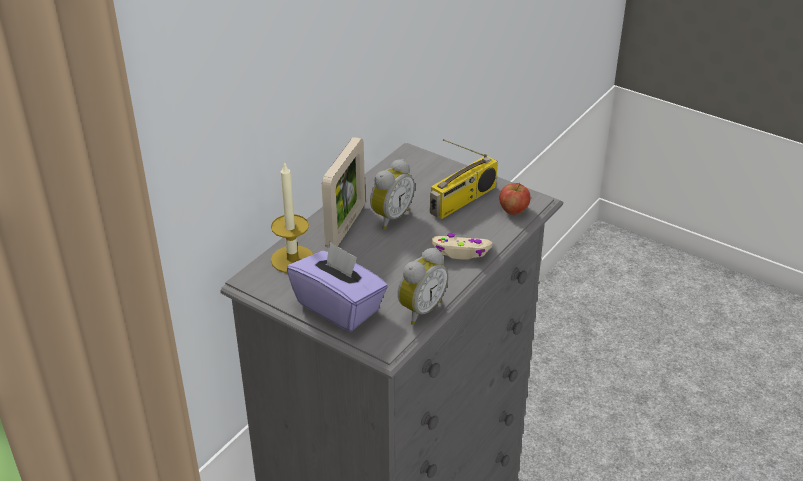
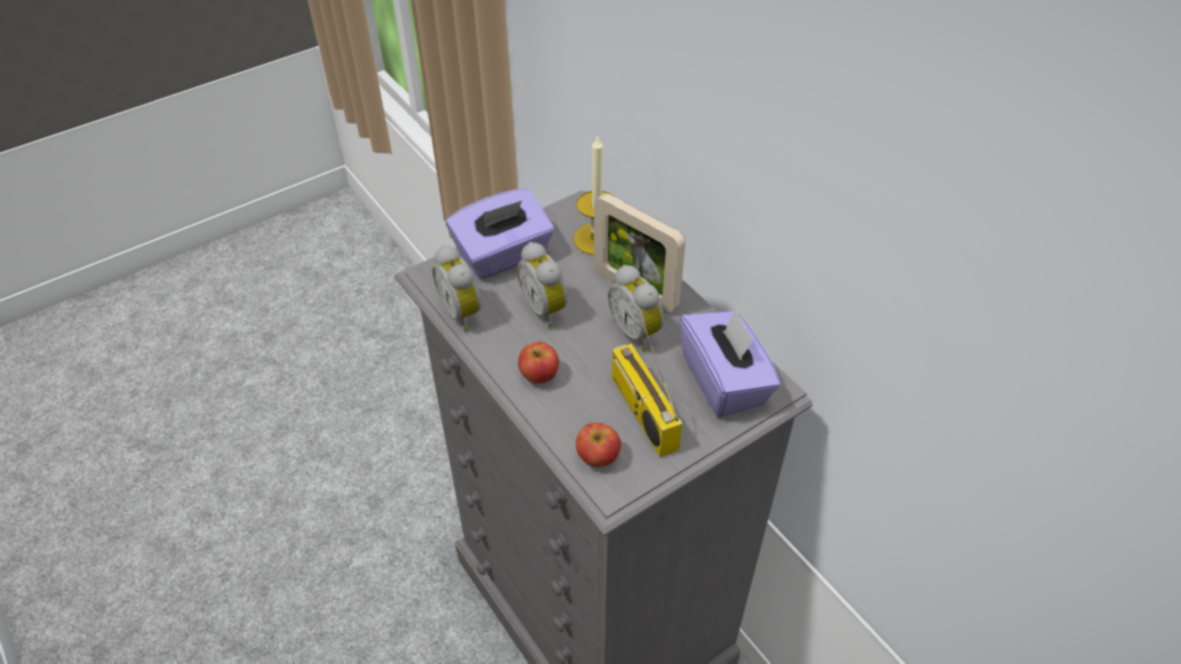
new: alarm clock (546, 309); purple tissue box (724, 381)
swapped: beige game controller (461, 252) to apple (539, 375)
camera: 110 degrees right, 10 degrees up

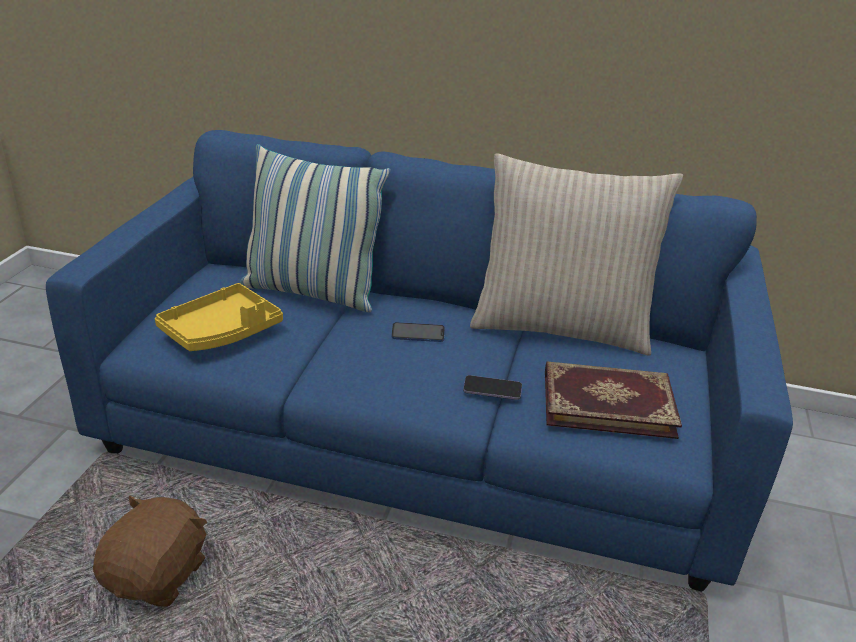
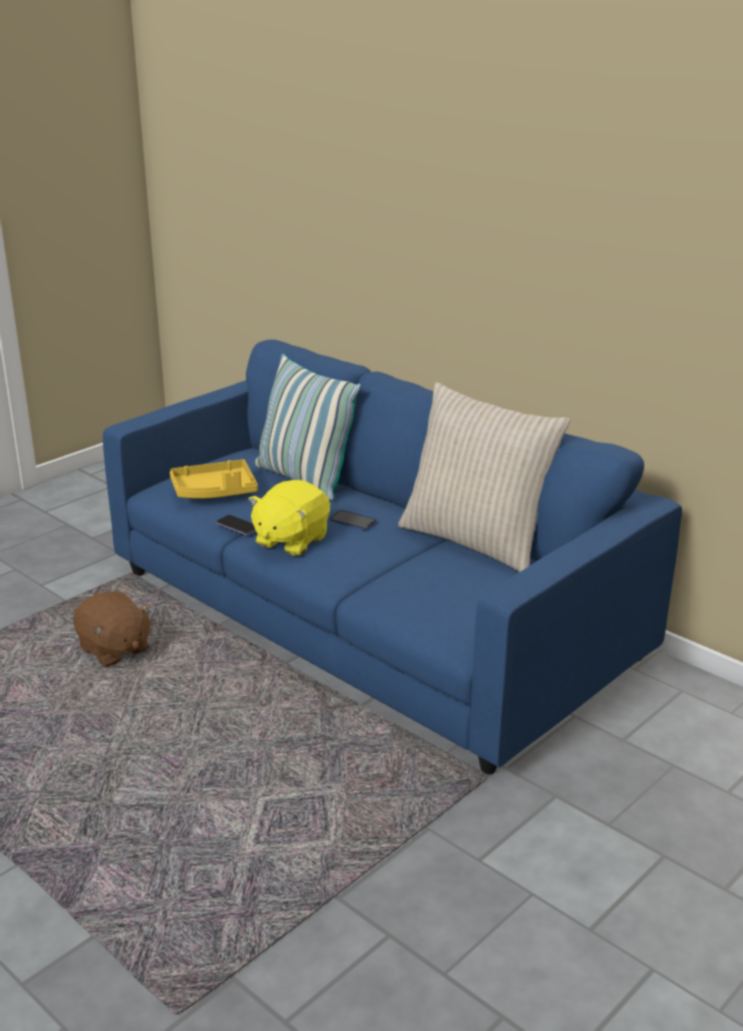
gone: book (607, 402)
new: yellow plush toy (290, 541)
shifted: phone (492, 389) to (238, 526)
rotated: brown plush toy (158, 575) = (114, 650) 90 degrees clockwise
camera: 30 degrees right, 5 degrees down

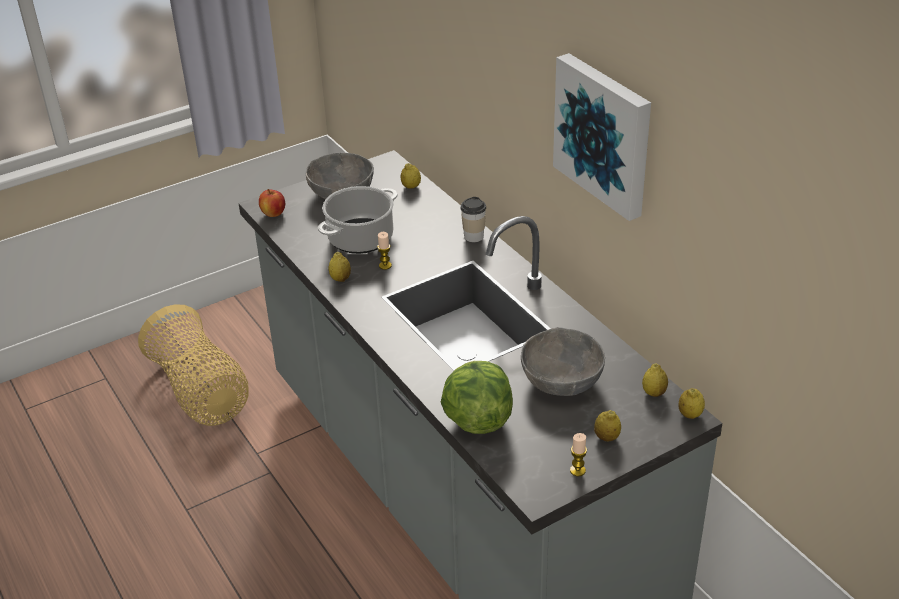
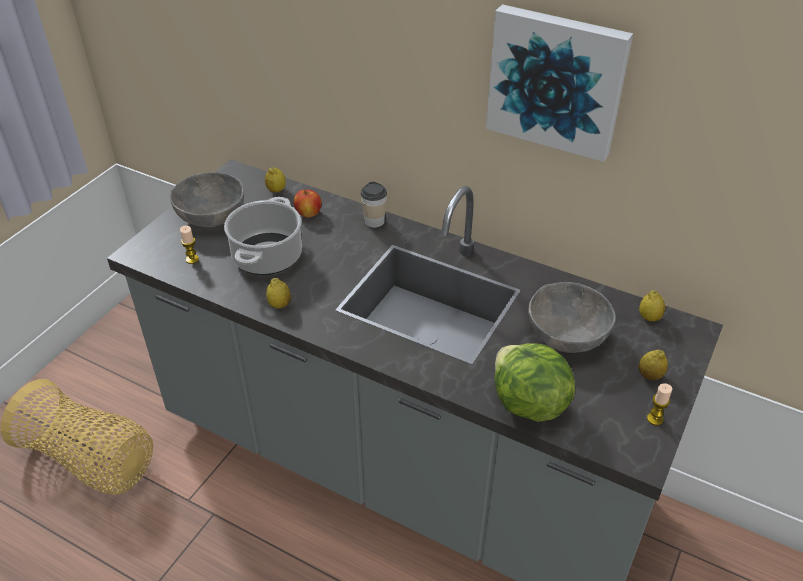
gone: lemon (690, 414)
shifted: candle (385, 265) to (192, 259); apple (273, 213) to (308, 213)
camera: 30 degrees left, 5 degrees up

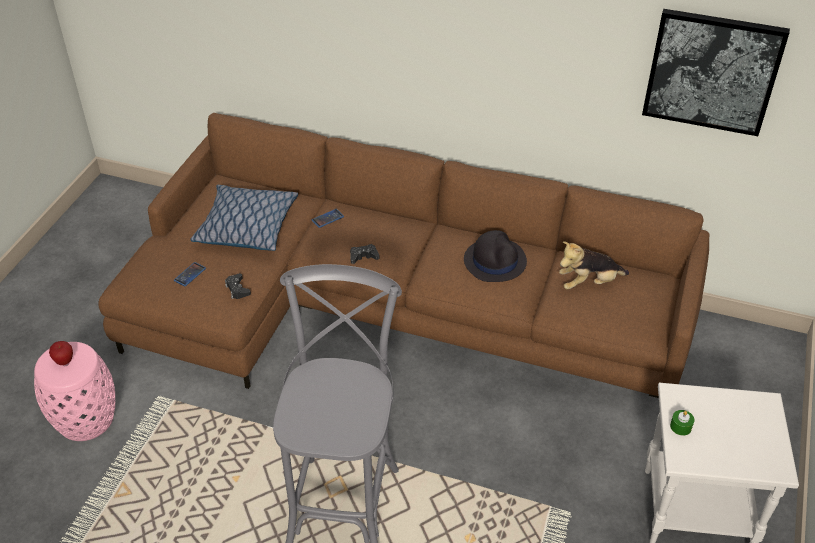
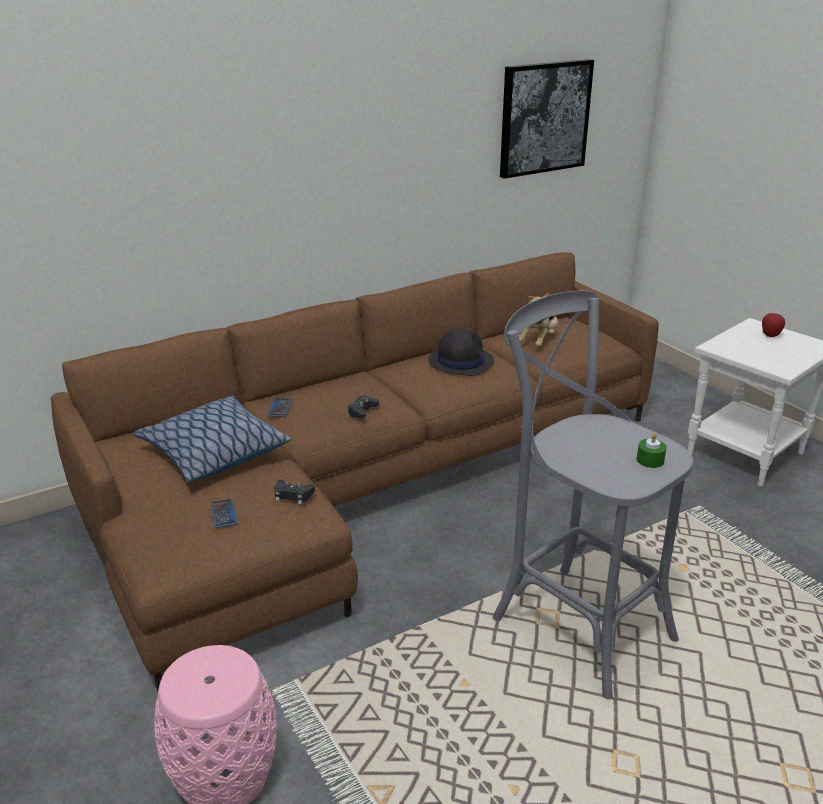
shifted: green candle (680, 427) to (650, 460); apple (64, 361) to (770, 335)
camera: 50 degrees left, 15 degrees down

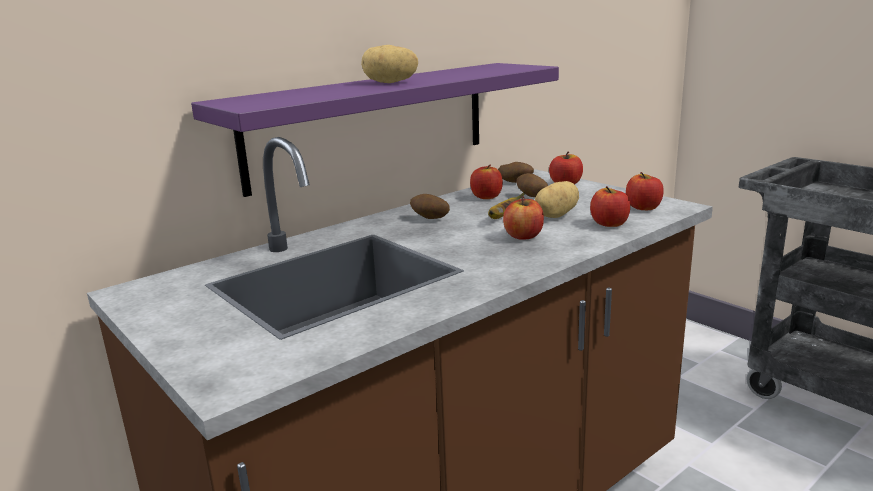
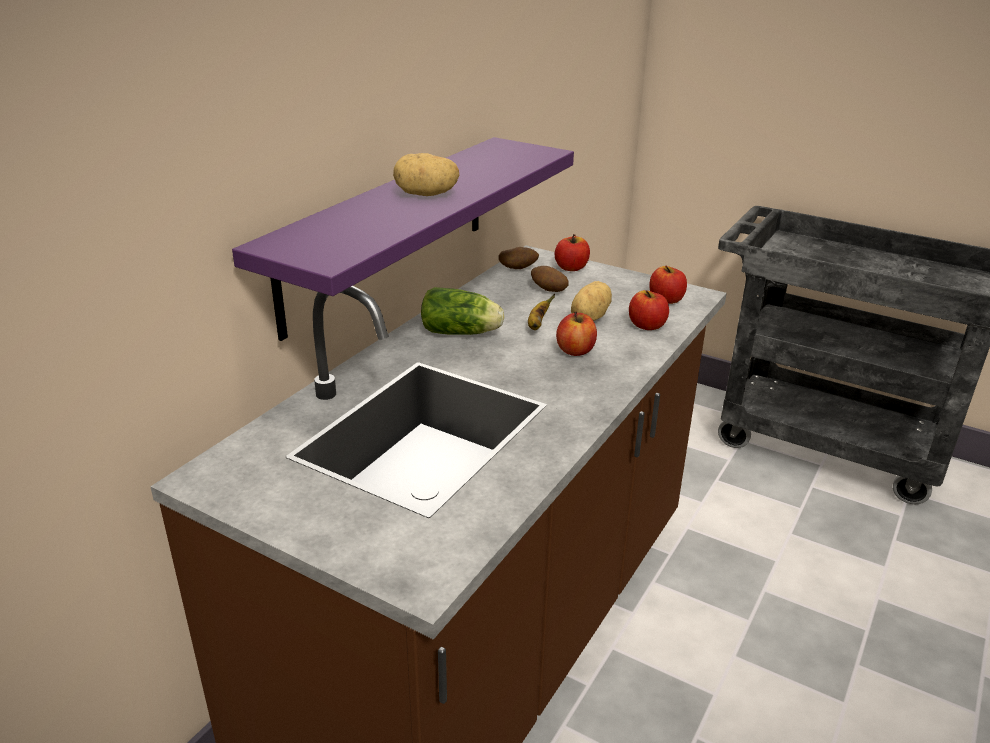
gone: apple (486, 197)
swapped: potato (430, 218) to lettuce (463, 332)
camera: 20 degrees left, 10 degrees up

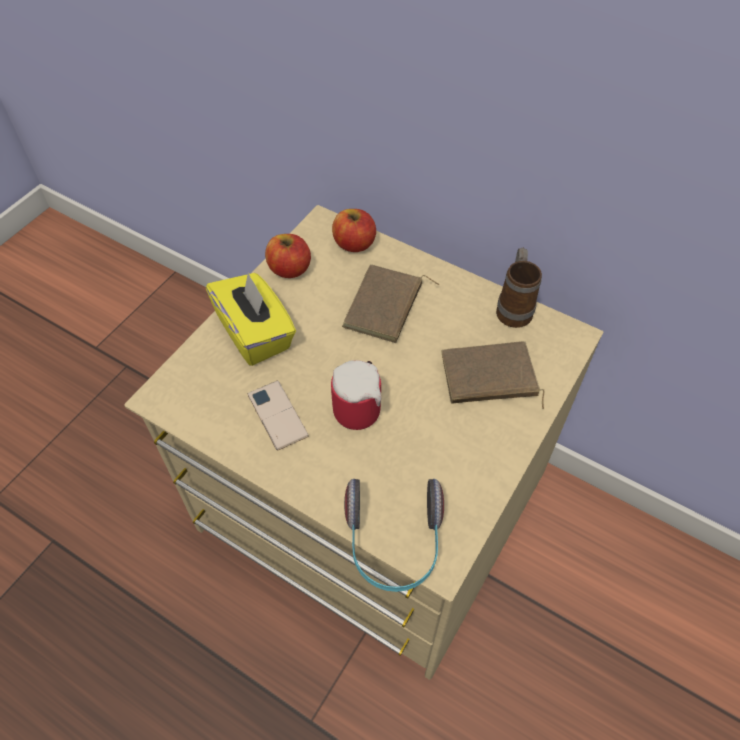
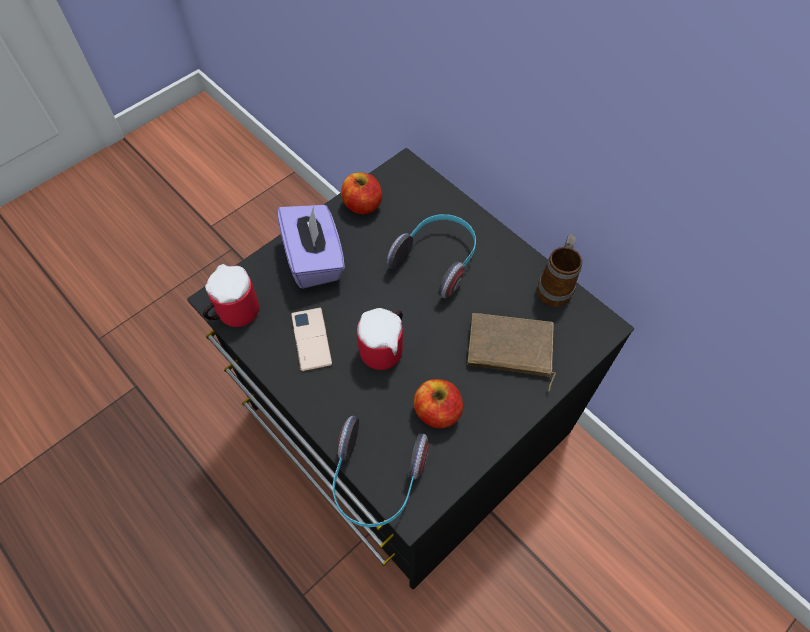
new: mug (232, 312)
shifted: apple (354, 244) to (437, 411)
swapped: brown book (386, 307) to headphones (437, 260)
repainted: beige dresser (371, 504) to black dresser (406, 422); yellow tissue box (255, 334) to purple tissue box (315, 259)
camera: 15 degrees right, 5 degrees up

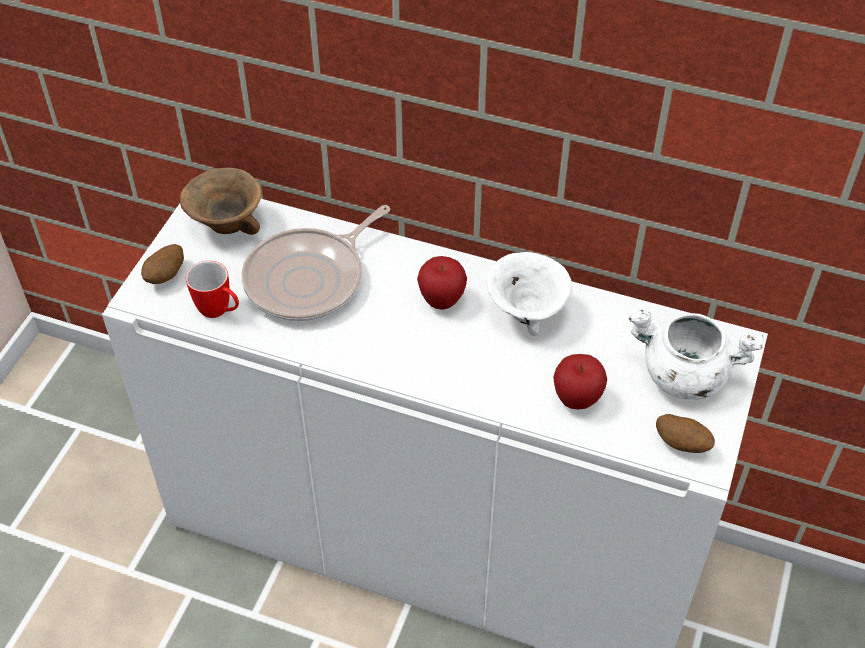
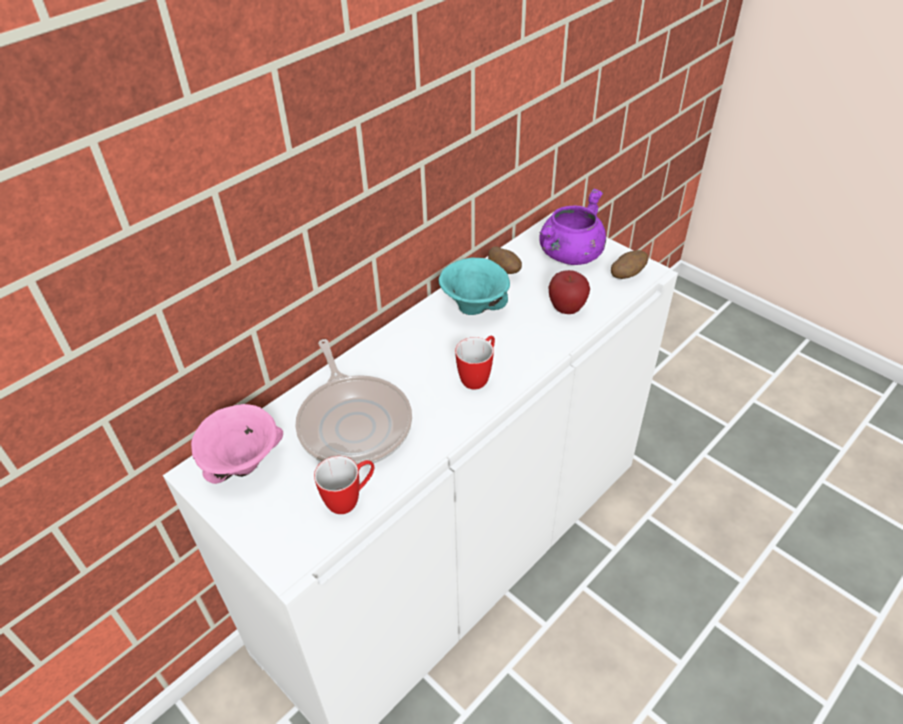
gone: apple (442, 300)
new: mug (478, 376)
shifted: potato (166, 276) to (504, 271)
repainted: brown bowl (228, 226) to pink bowl (245, 464); white bowl (525, 312) to turquoise bowl (472, 308); white cooking pot (683, 375) to purple cooking pot (570, 255)
camera: 65 degrees left, 5 degrees down

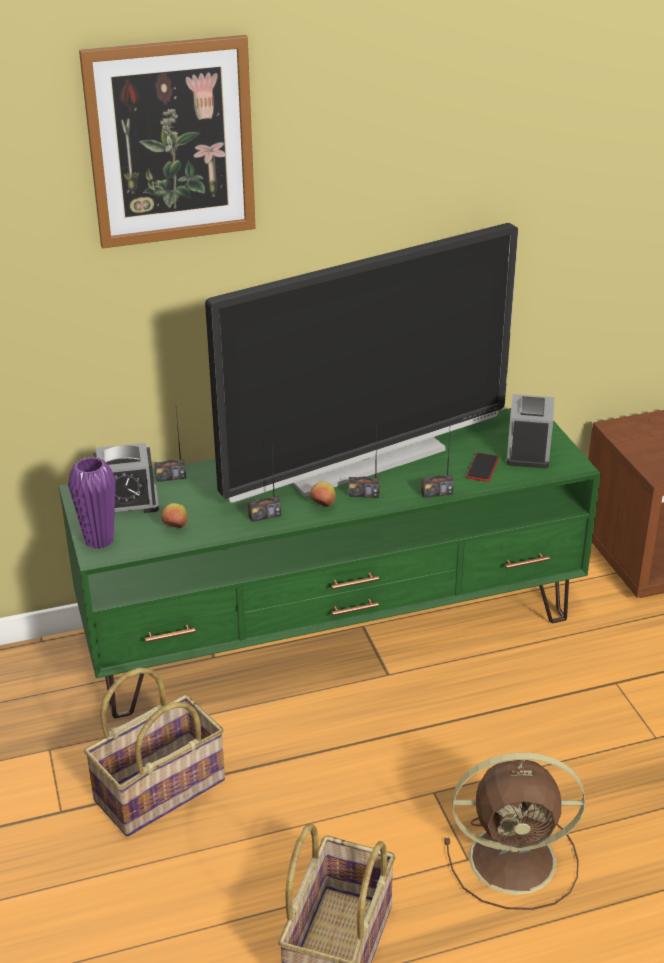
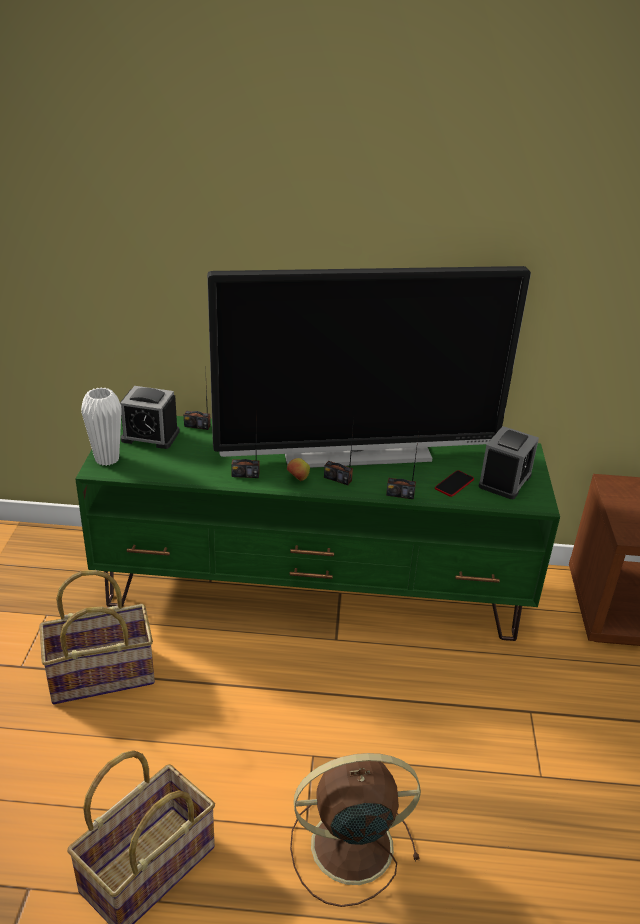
gone: picture (171, 143); apple (175, 527)
repainted: purple vase (99, 540) to white vase (107, 459)
rotated: brown fan (516, 859) = (348, 846) 150 degrees clockwise
camera: 20 degrees right, 0 degrees up

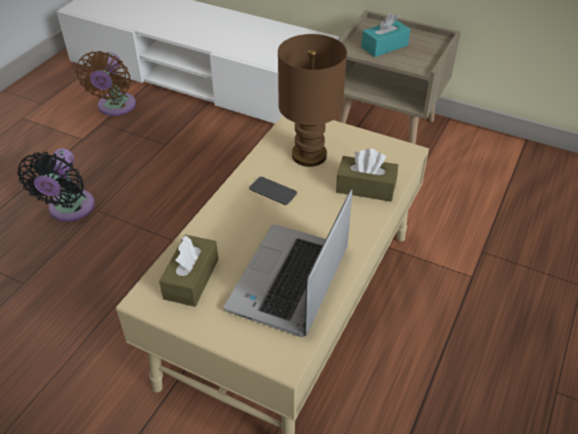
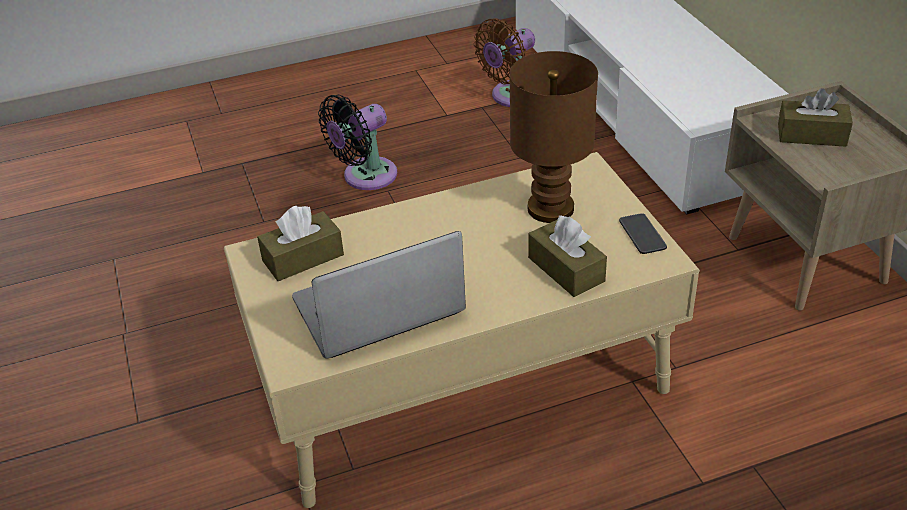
shifted: phone (273, 191) to (642, 234)
repainted: turquoise tissue box (384, 46) to brown tissue box (811, 135)
camera: 45 degrees right, 5 degrees down

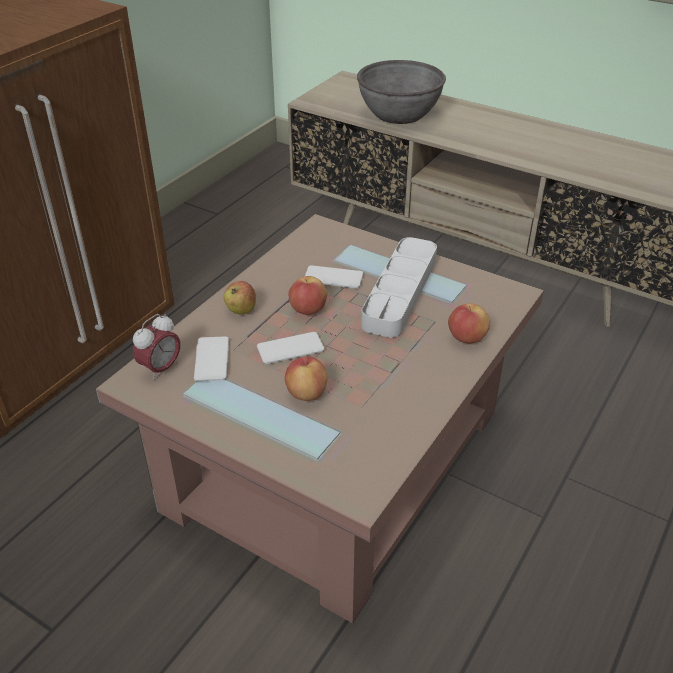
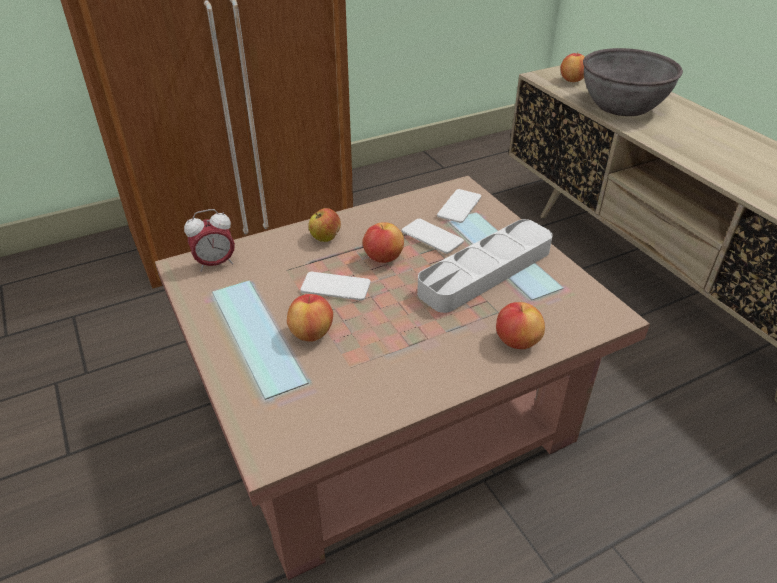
new: apple (572, 80)
shifted: phone (211, 359) to (459, 207)
camera: 30 degrees right, 0 degrees up

